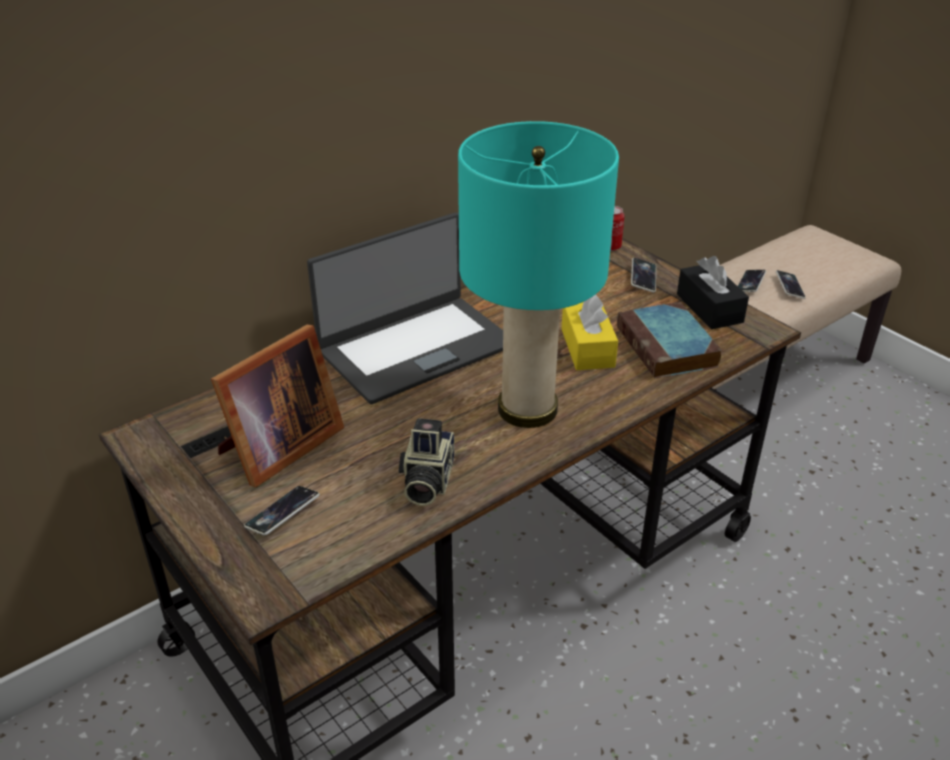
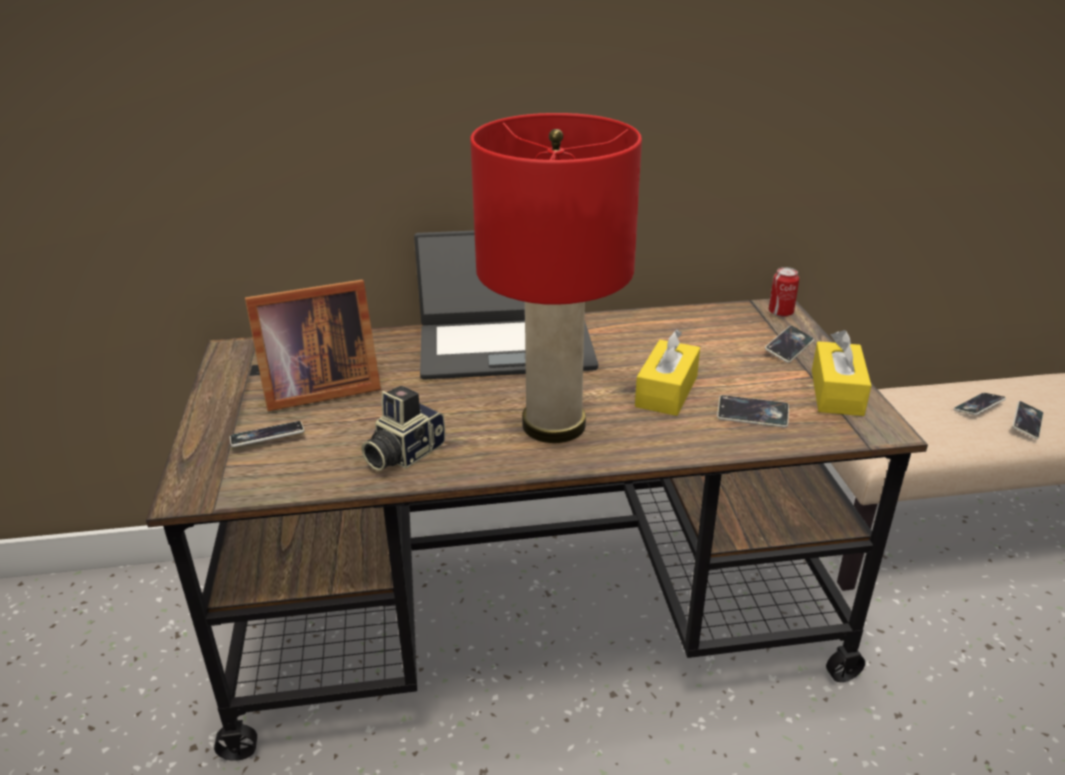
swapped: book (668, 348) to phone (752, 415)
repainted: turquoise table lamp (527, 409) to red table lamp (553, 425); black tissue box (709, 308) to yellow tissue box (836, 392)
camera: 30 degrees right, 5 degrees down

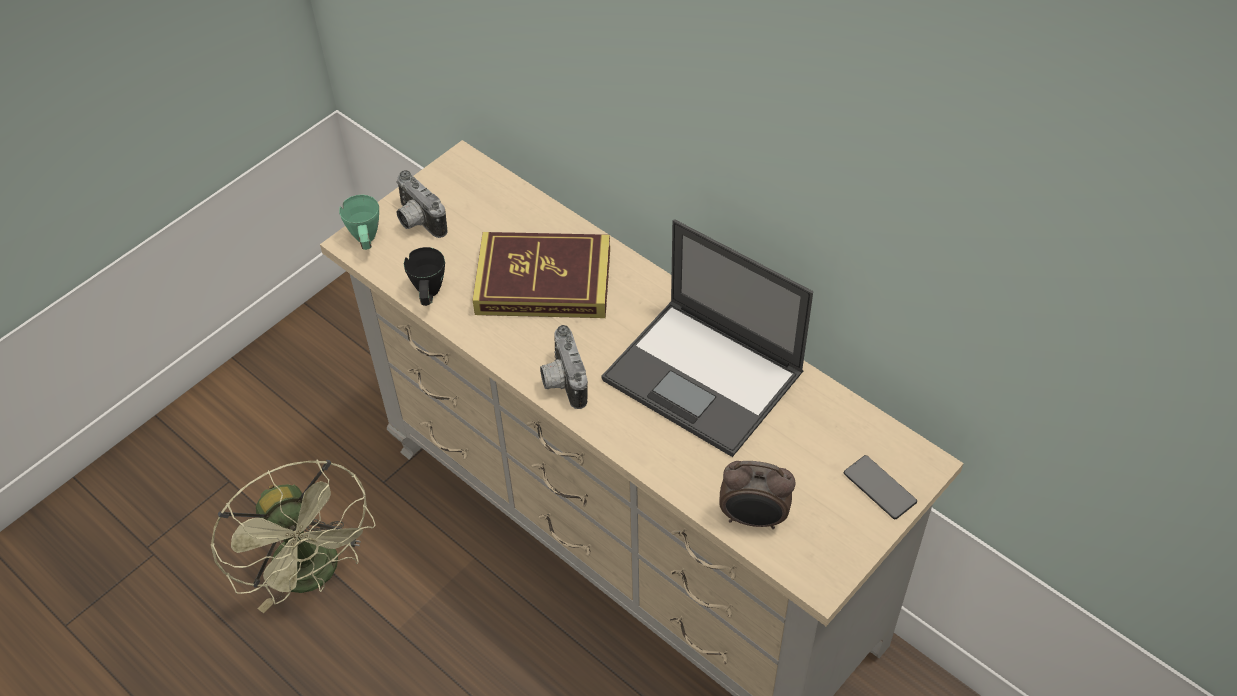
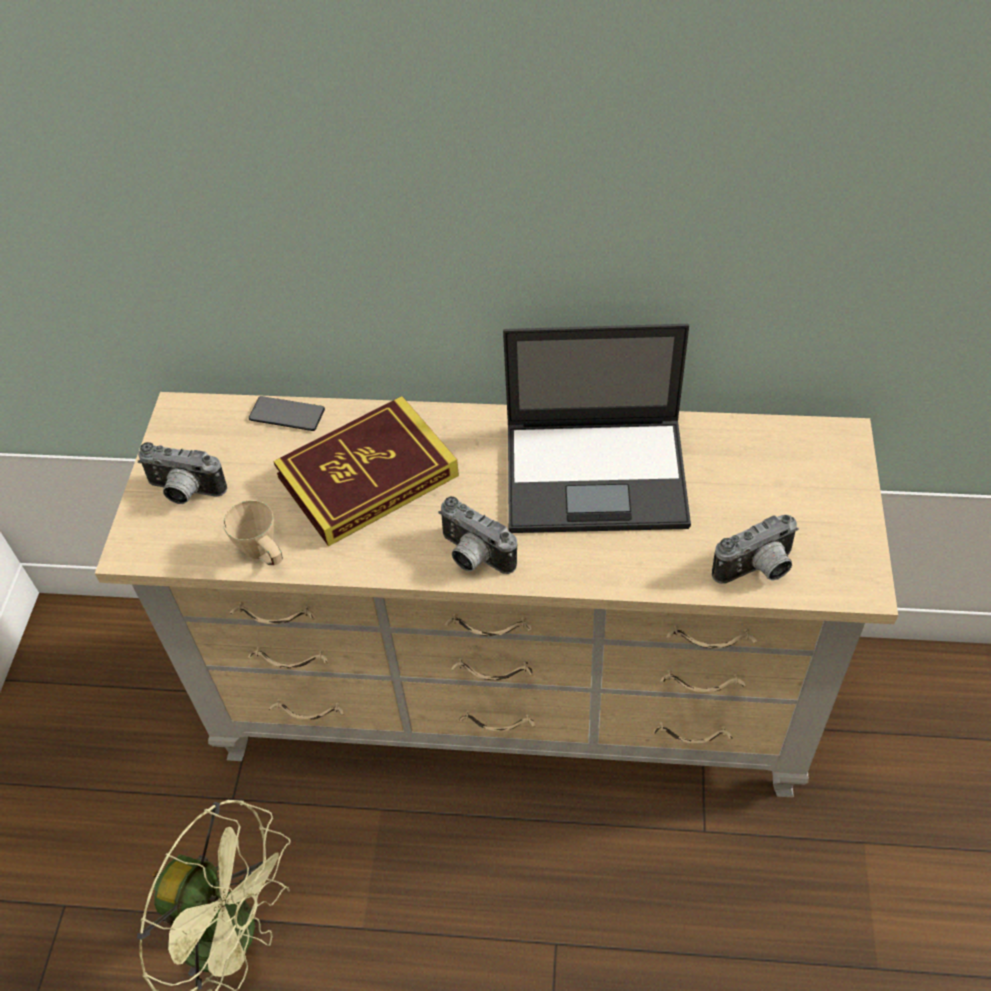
gone: green mug (367, 243)
shifted: phone (879, 488) to (287, 415)
swapped: alarm clock (753, 519) to photo camera (757, 570)
repainted: black mug (429, 297) to beige mug (264, 556)
camera: 35 degrees left, 0 degrees up

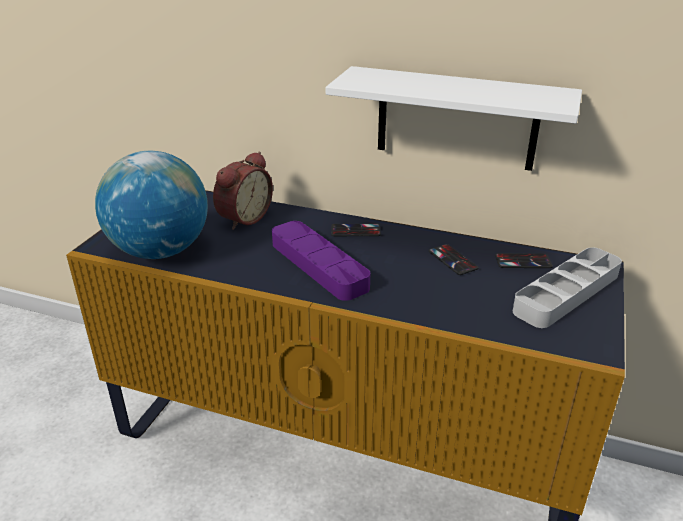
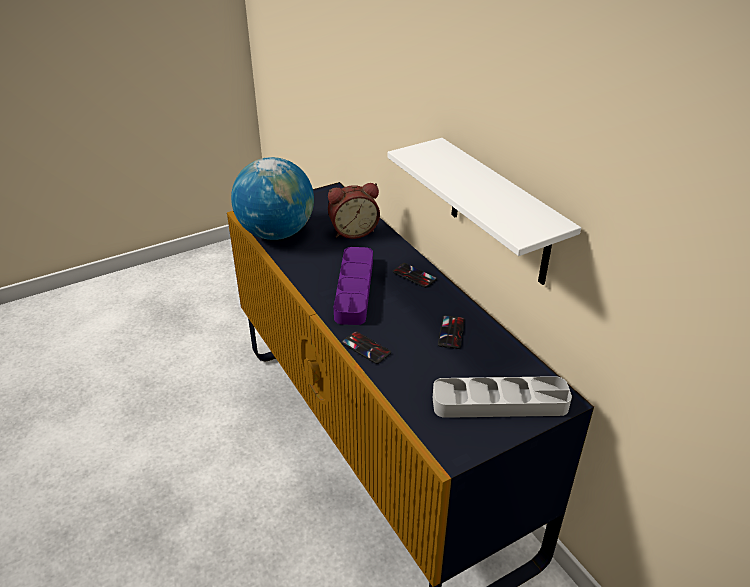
shifted: phone (523, 261) to (366, 348)
camera: 40 degrees right, 5 degrees up

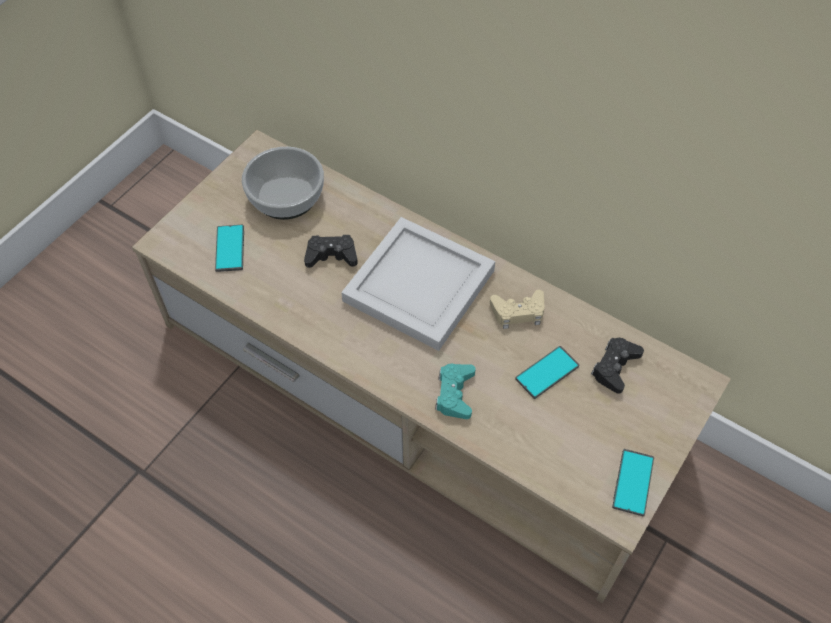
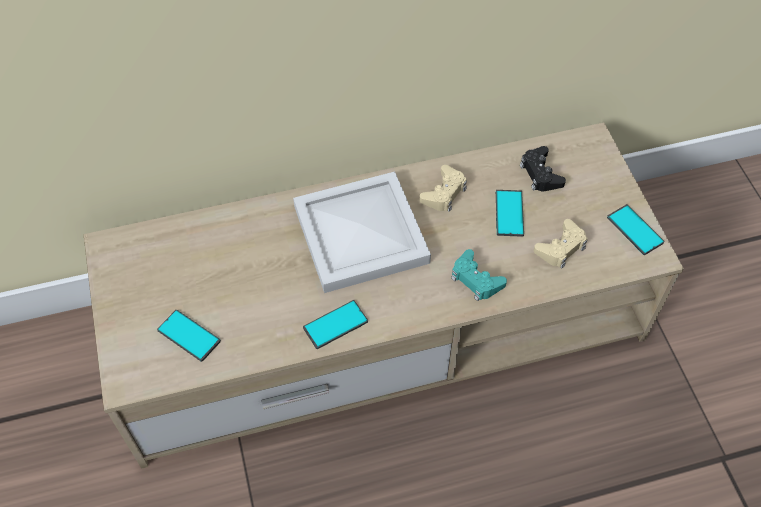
gone: bowl (287, 196); black game controller (331, 255)
new: phone (335, 325); beige game controller (561, 248)
camera: 50 degrees left, 0 degrees up

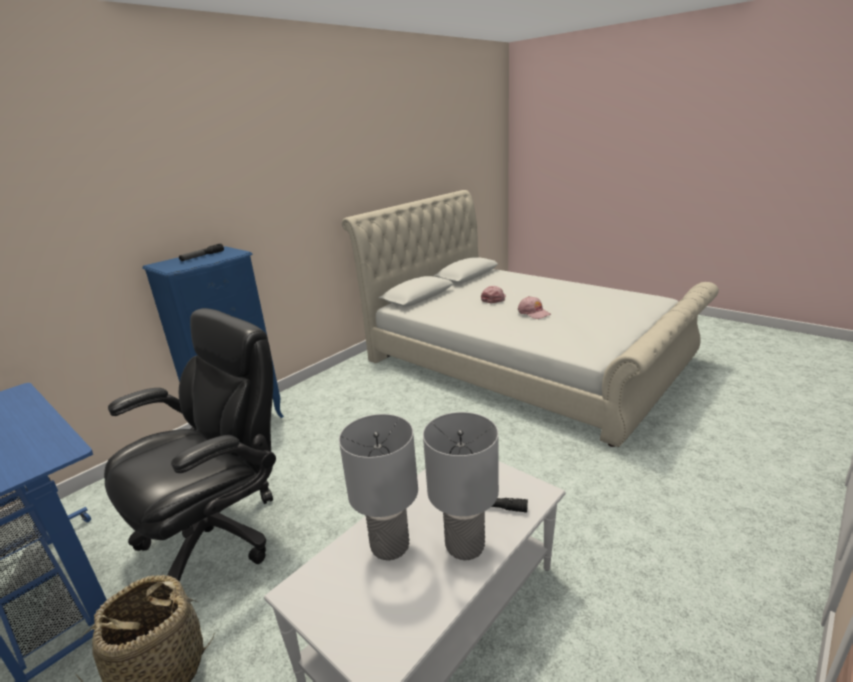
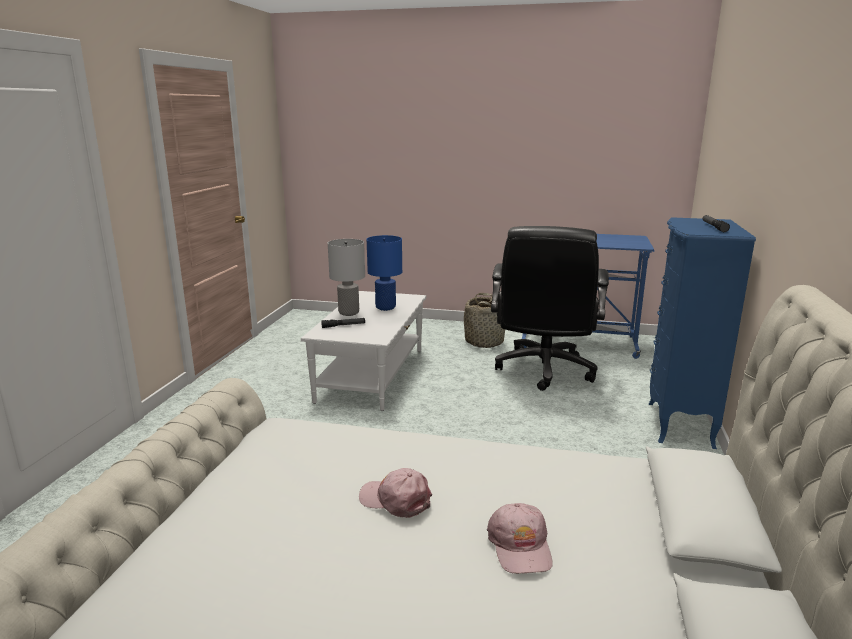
repainted: grey table lamp (390, 549) to blue table lamp (385, 309)
camera: 150 degrees right, 5 degrees down

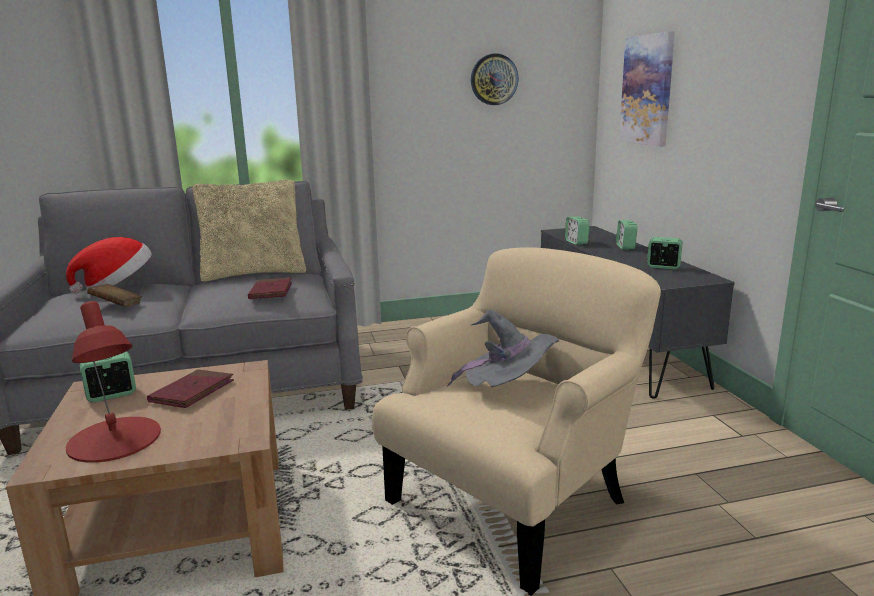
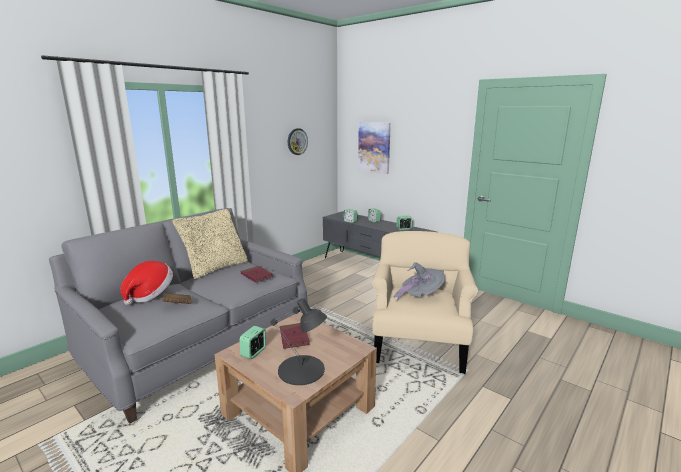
repainted: red table lamp (114, 440) to black table lamp (302, 370)
camera: 35 degrees left, 0 degrees up

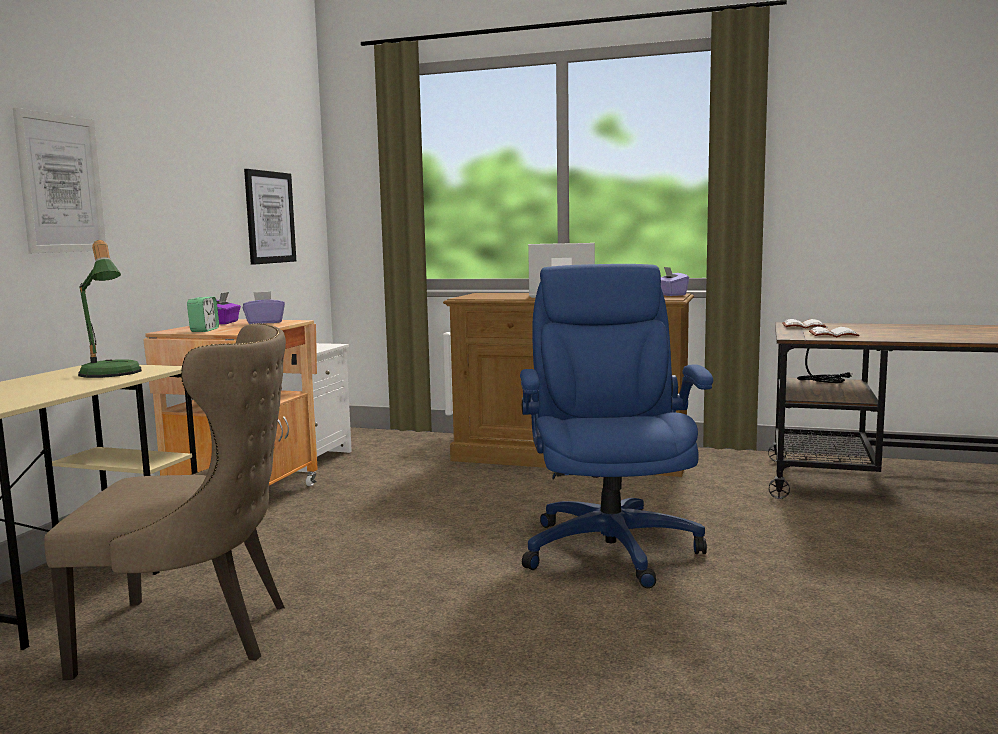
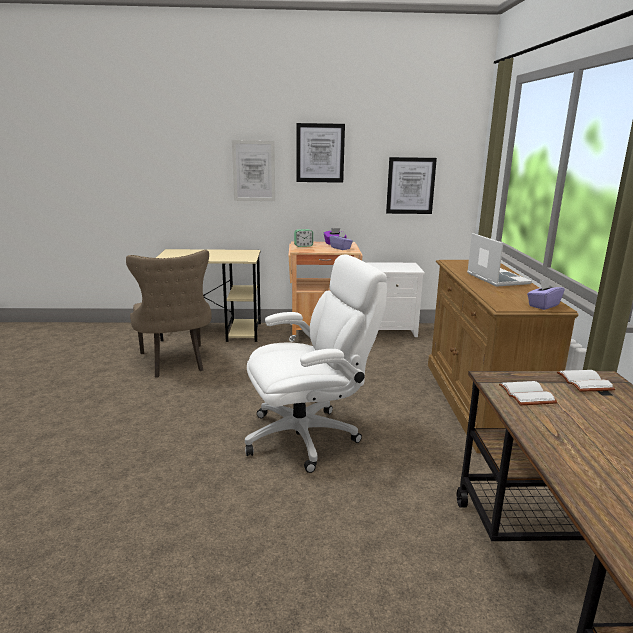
gone: table lamp (111, 374)
new: picture (320, 153)
repainted: blue office chair (610, 544) to white office chair (309, 436)
camera: 70 degrees right, 10 degrees up

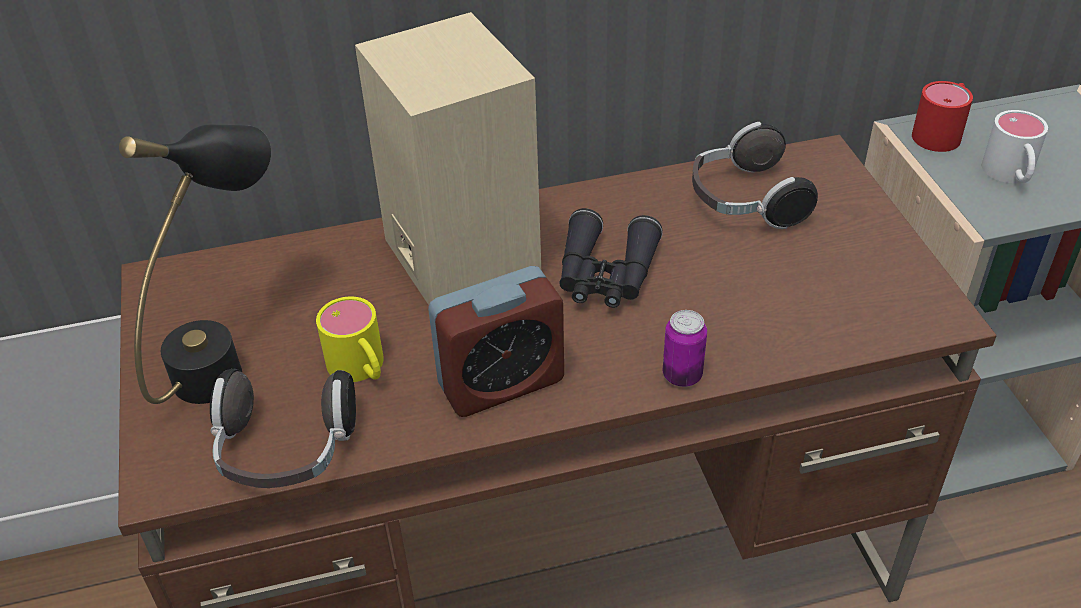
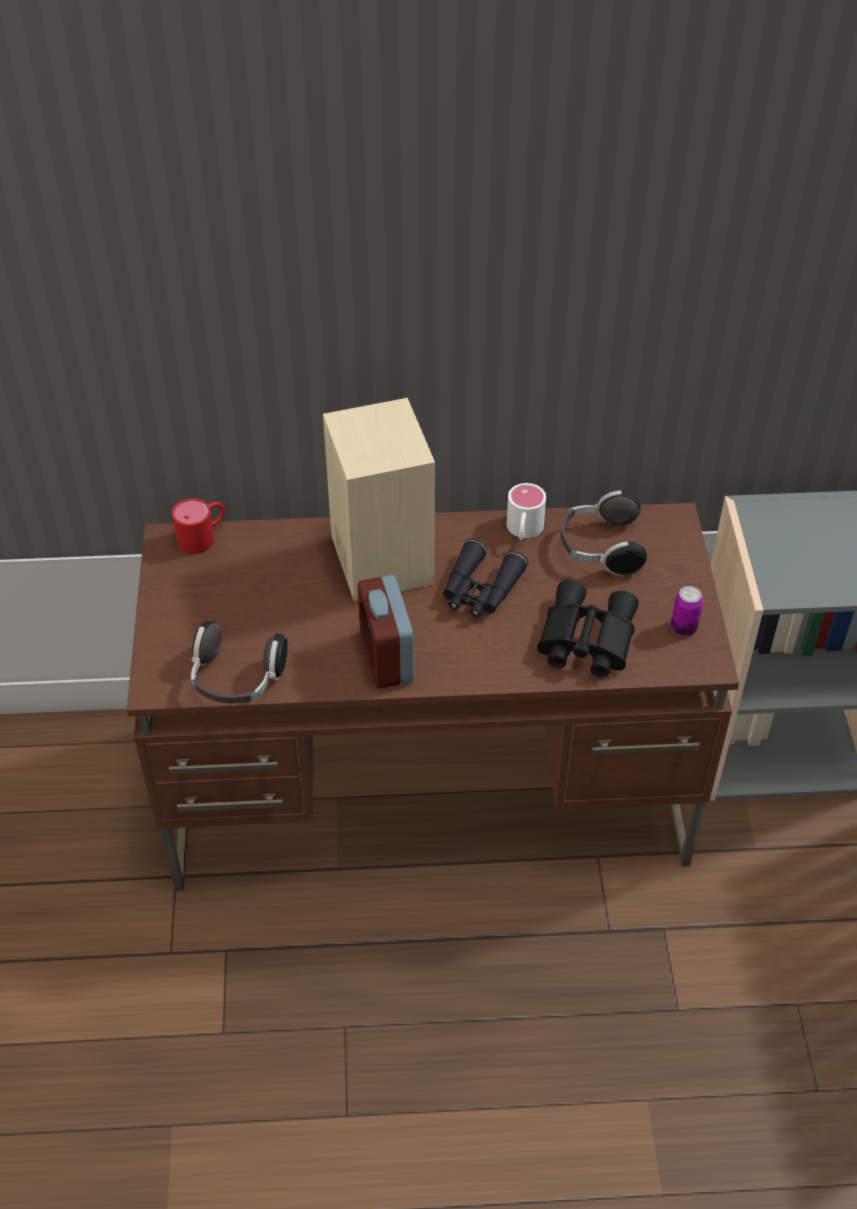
gone: black table lamp (229, 355); yellow mug (361, 369)
new: black binoculars (584, 640)
shifted: red mug (941, 132) to (203, 536); white mug (1010, 175) to (523, 531); can (682, 375) to (683, 628)
rotated: alarm clock (501, 382) = (386, 657) 90 degrees clockwise
camera: 10 degrees right, 5 degrees up

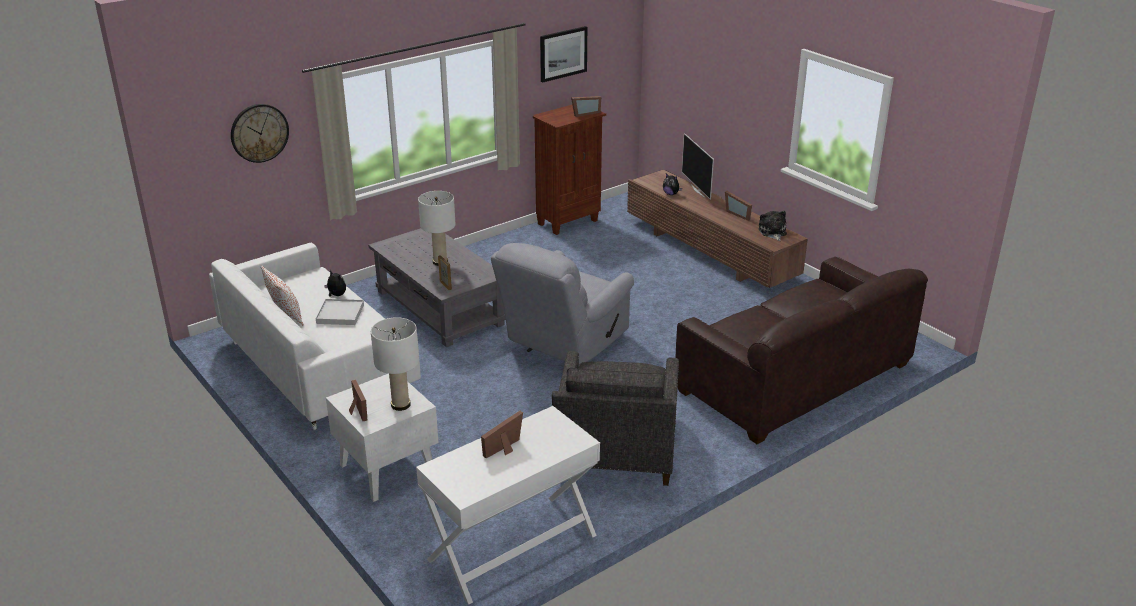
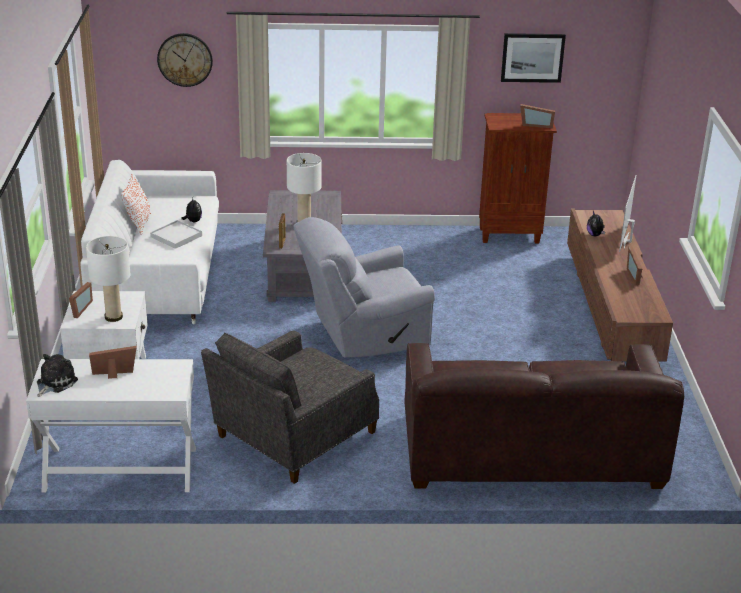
shifted: plush toy (772, 232) to (54, 383)
camera: 35 degrees right, 0 degrees up

